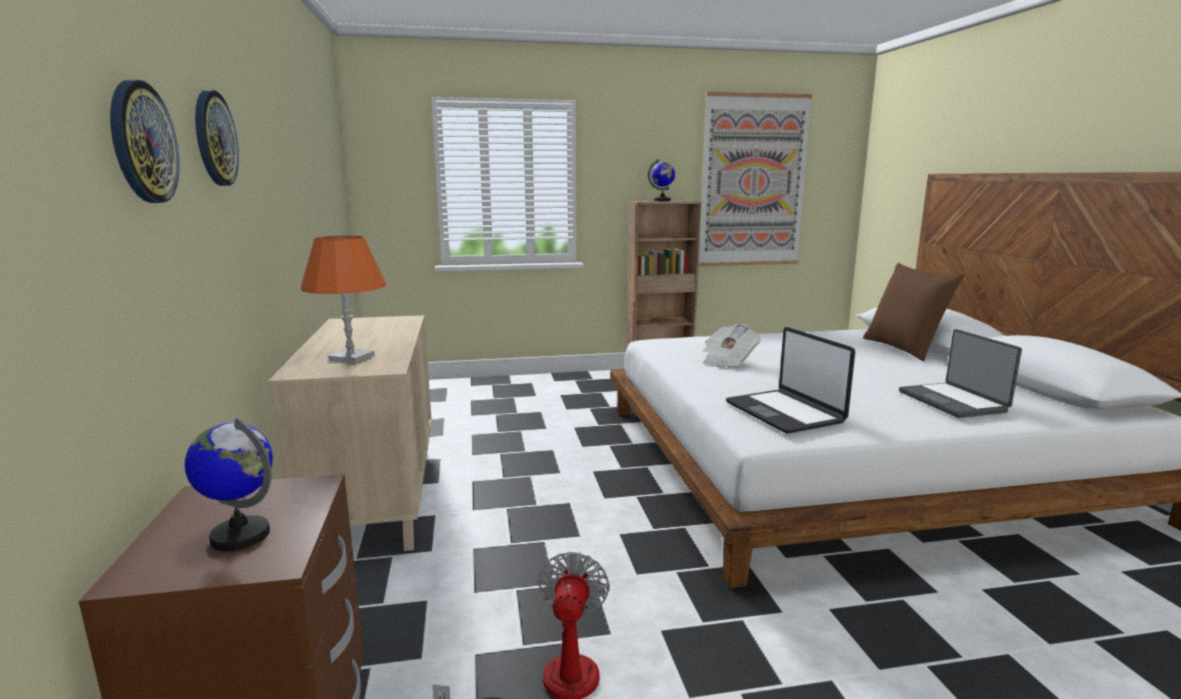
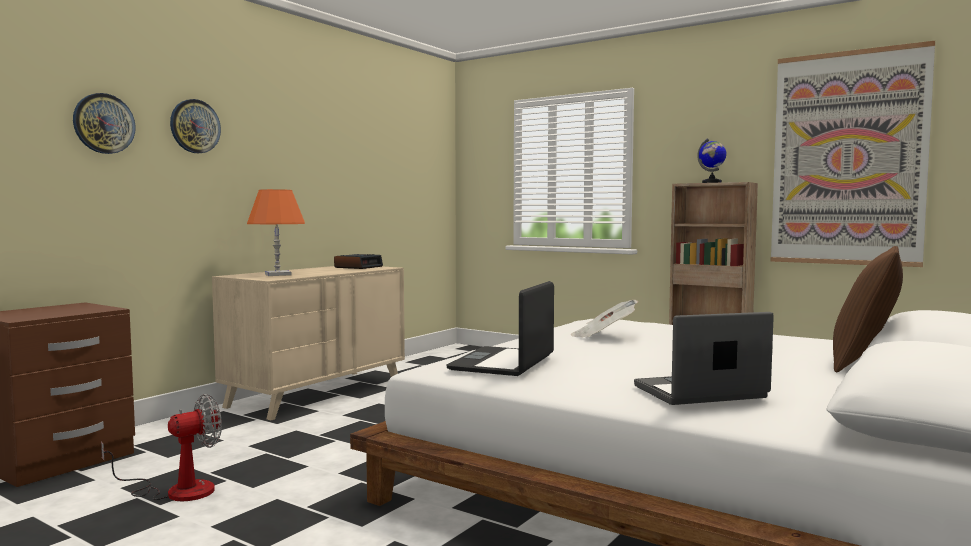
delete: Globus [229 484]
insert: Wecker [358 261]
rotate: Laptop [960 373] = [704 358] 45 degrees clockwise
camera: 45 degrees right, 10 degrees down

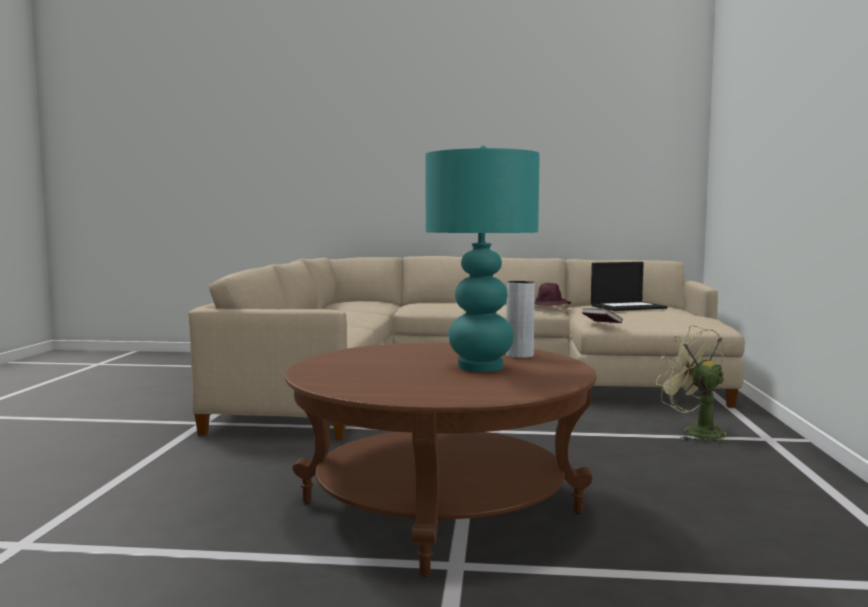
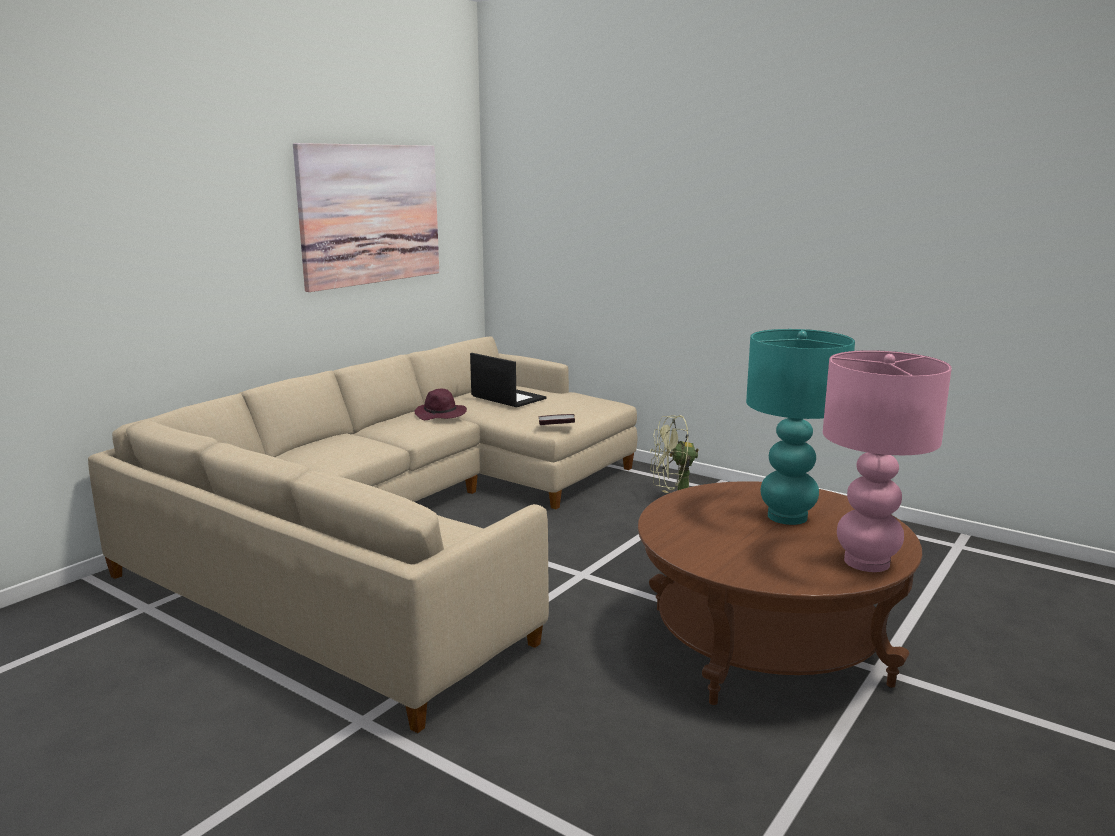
delete: Vase/grau [520 319]
insert: Bild [366 217]; Tischlampe/rosa [887 461]
rotate: Laptop [629 286] = [508 380] 60 degrees counterclockwise
camera: 60 degrees left, 10 degrees up

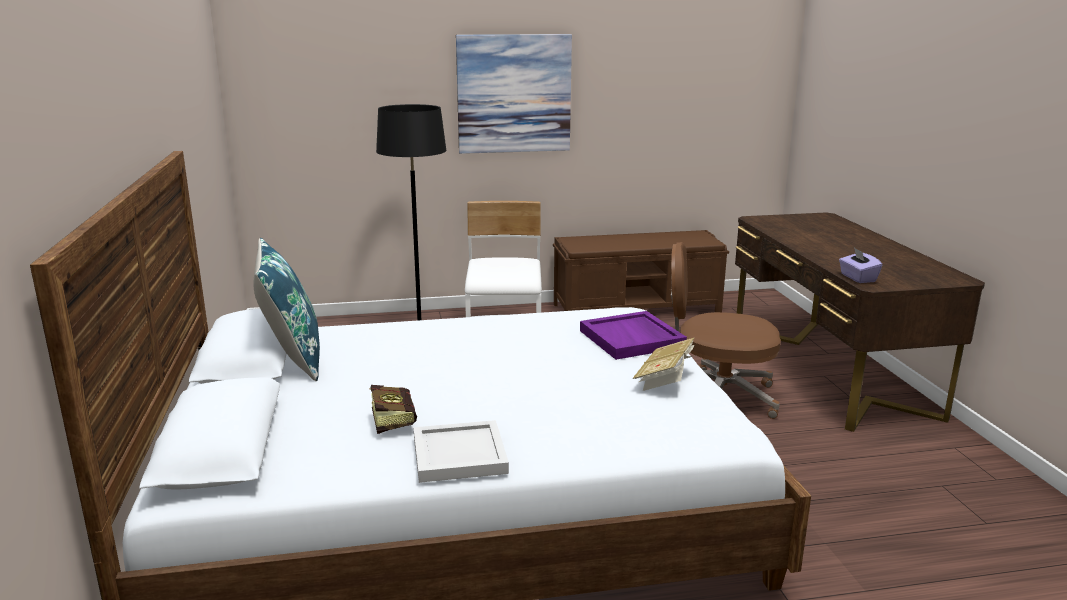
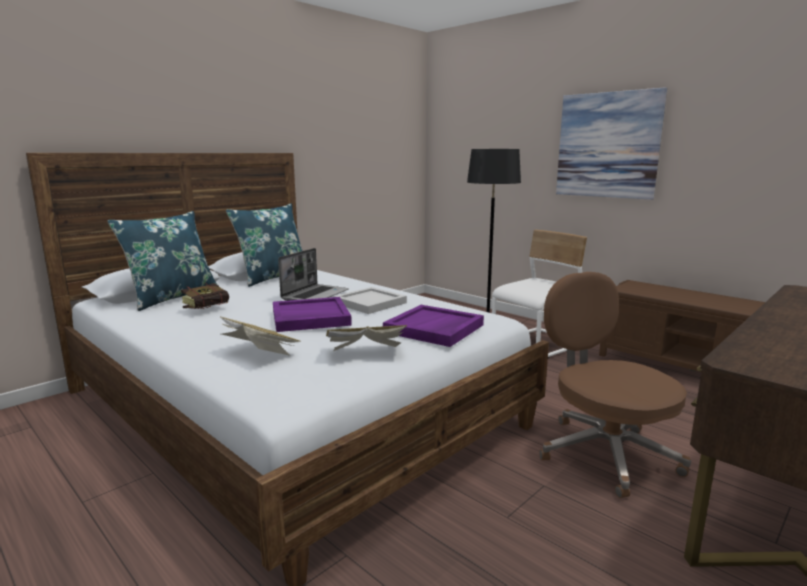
delete: Taschentuchbox/lila [860 265]
insert: Kissen/blau [162 261]; Buch [261 336]; Tablett/lila [312 314]; Laptop [313 274]
move: Tablett/weiß [461 451] to [370 300]
camera: 55 degrees right, 5 degrees down

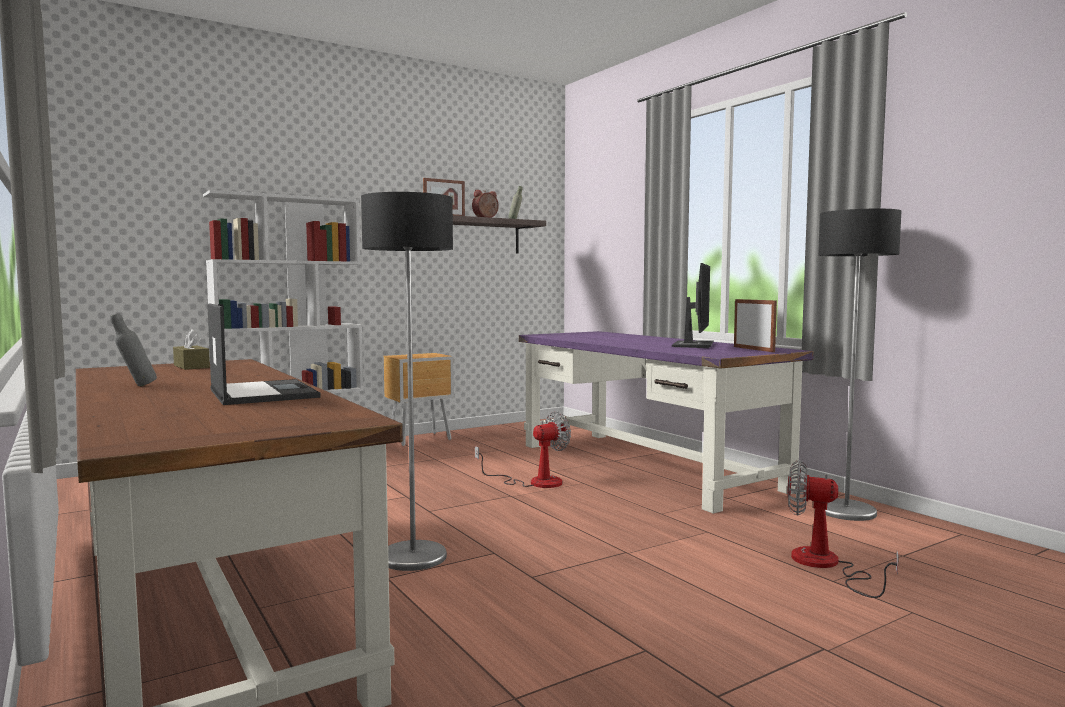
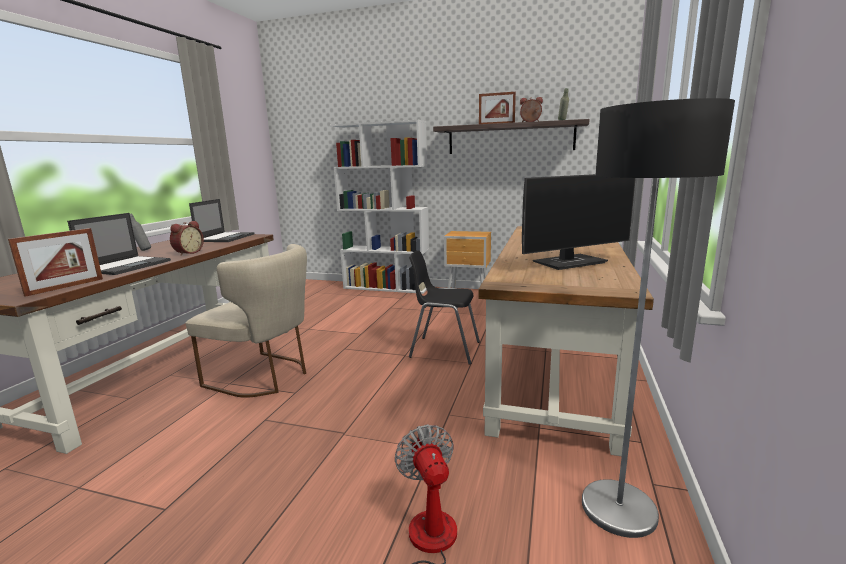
insert: Wecker [187 238]
move: Bilderrahmen [755 325] to [55 262]
replace: Stehlampe [407 381] to Stuhl/beige [246 321]; Taschentuchbox/braun [191 349] to Laptop [221 220]; Ventilator [523 449] to Stuhl/schwarz [444 307]
recolor: Schreibtisch/lila [666 422] to Schreibtisch/braun [566 341]
camera: 50 degrees right, 10 degrees up

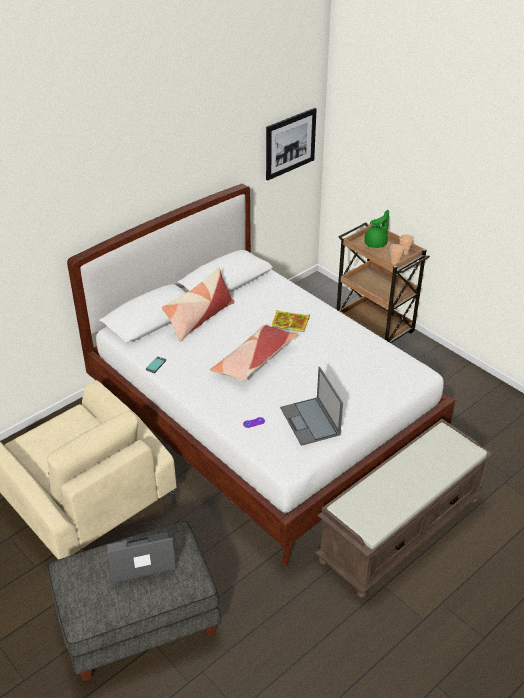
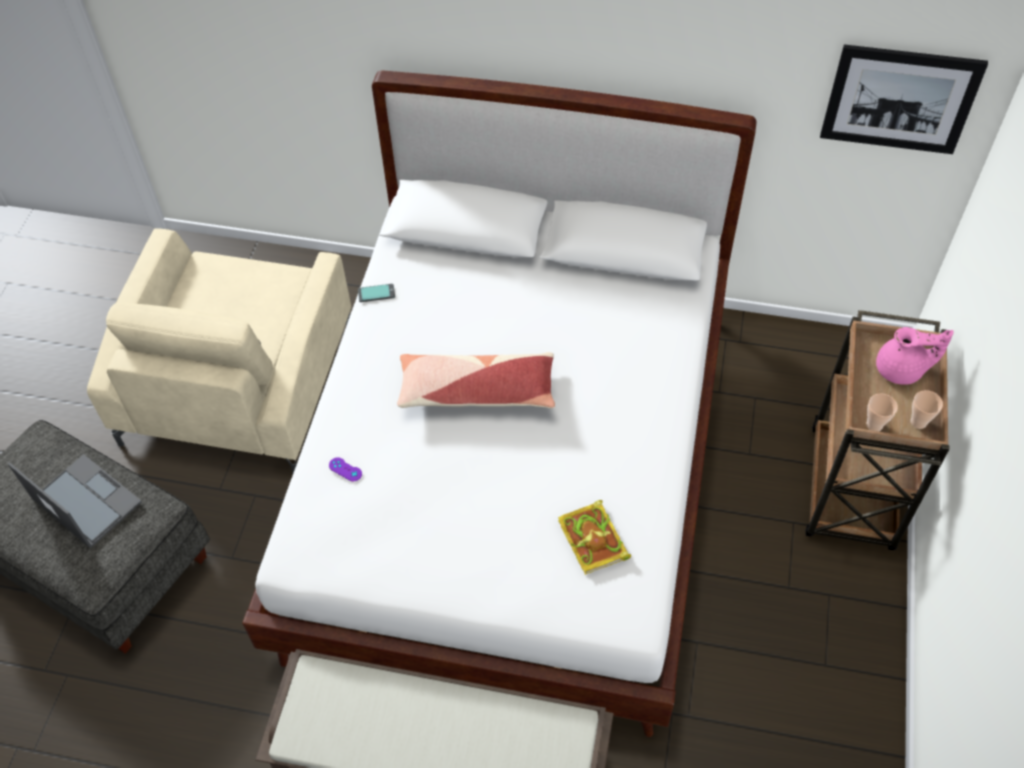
delete: Kissen [198 304]; Laptop [311 406]
move: Buch [291 321] to [594 537]
recolor: Teekanne/grün [376 229] to Teekanne/rosa [915 356]
camera: 55 degrees right, 15 degrees up

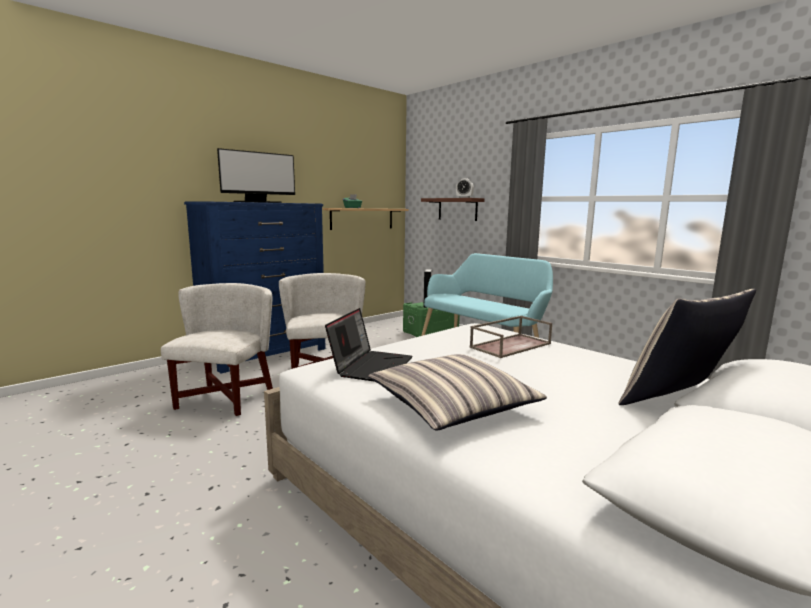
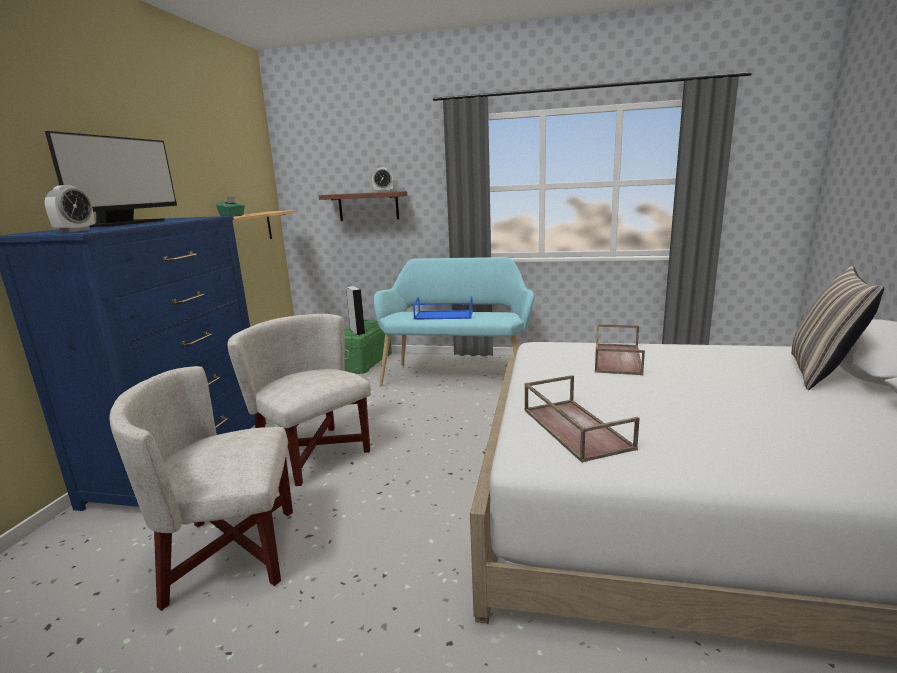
delete: Kissen [457 392]
insert: Wecker [70 209]; Tablett/blau [443 308]
replace: Laptop [369 345] to Tablett/braun [582 419]
rotate: Sessel/weiß [217 349] = [201 488] 75 degrees counterclockwise
camera: 35 degrees left, 5 degrees up

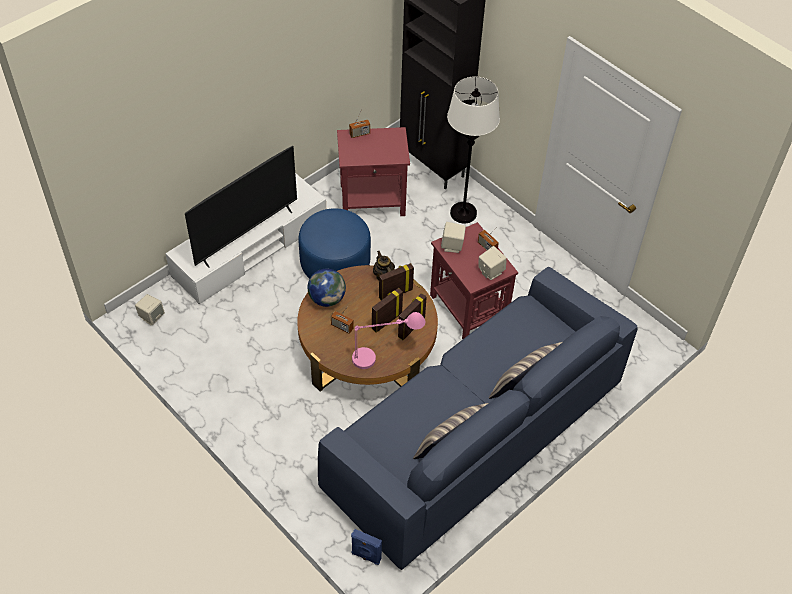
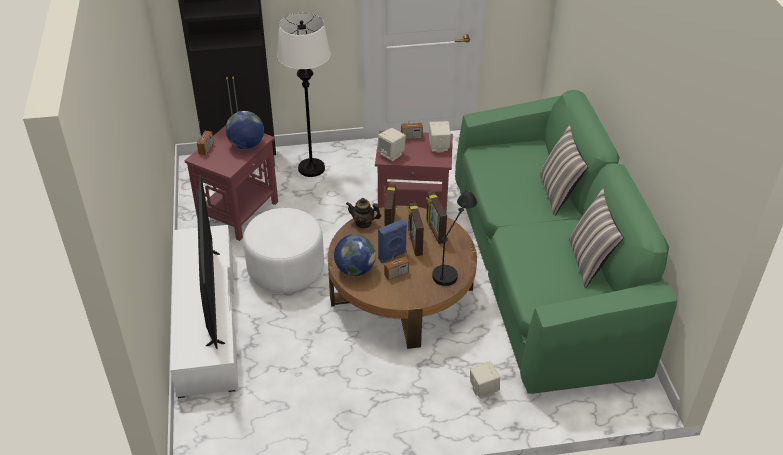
insert: Globus [244 130]
move: Lautsprecher/blau [366 547] to [392 241]; Lautsprecher/beige [150 310] to [485 380]
recolor: Polsterhocker/blau [334 243] to Polsterhocker/weiß [283 250]; Tischlampe/rosa [388 340] to Tischlampe/schwarz [454 238]; Sofa/blau [478 418] to Sofa/grün [566 242]
camera: 55 degrees left, 10 degrees down

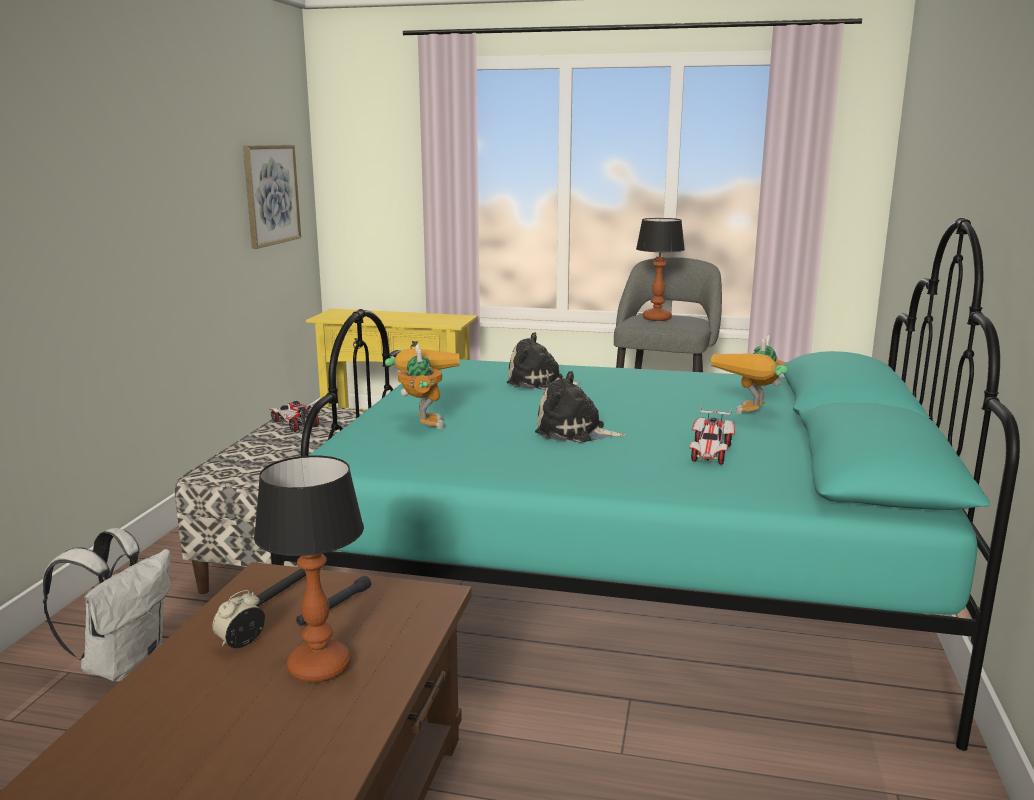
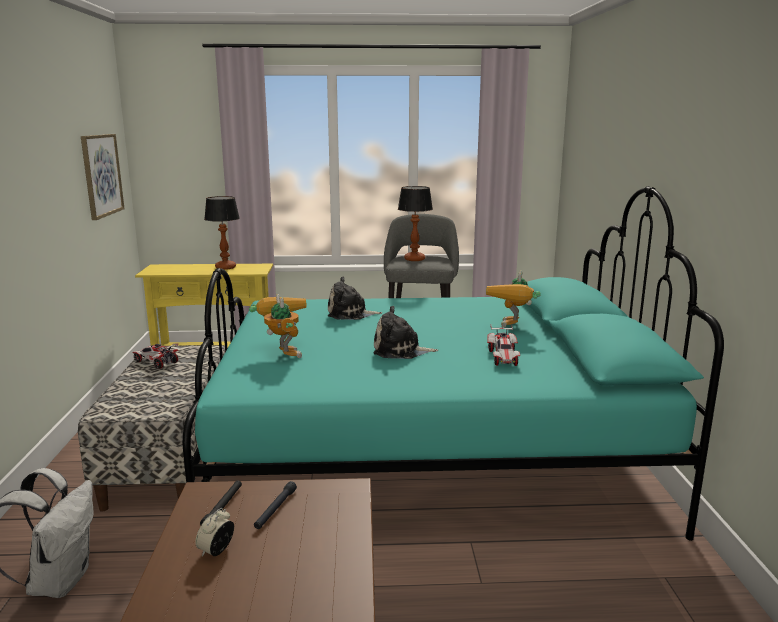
move: Tischlampe [309 569] to [222 233]
camera: 15 degrees left, 0 degrees up

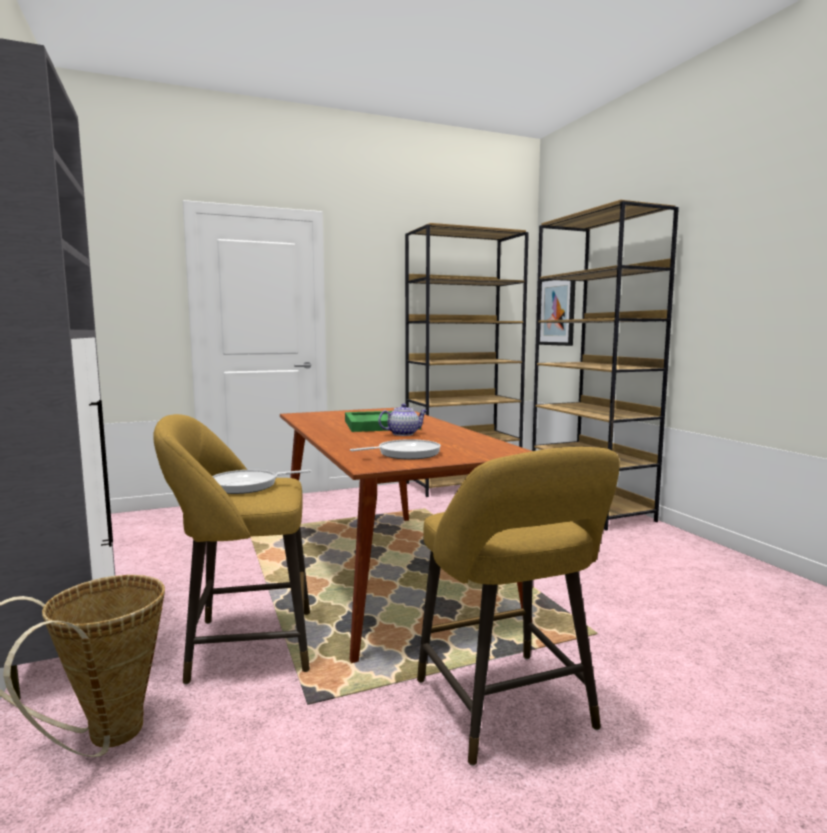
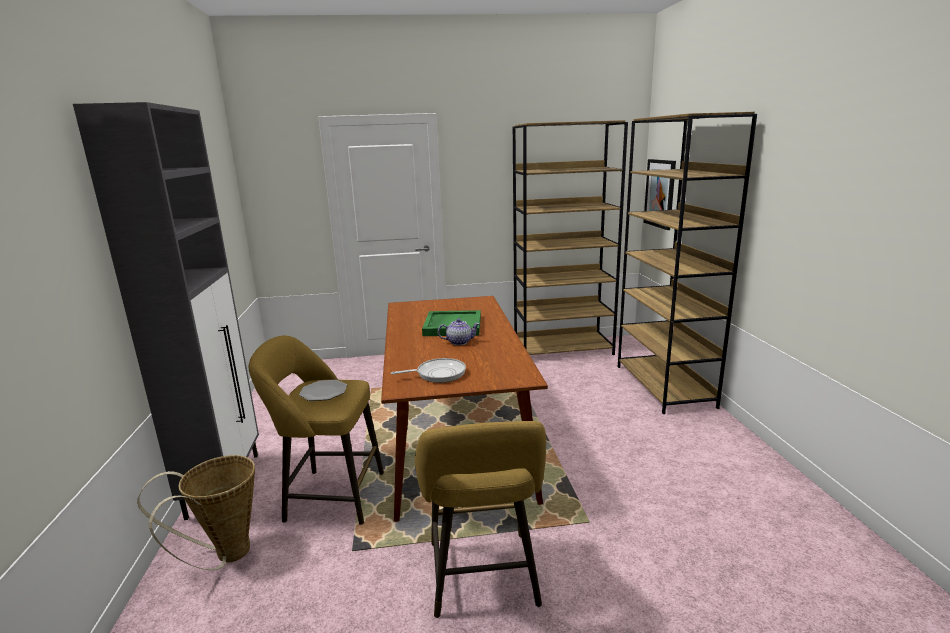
replace: Pfanne [261 482] to Teller [323 390]
camera: 15 degrees right, 10 degrees up

